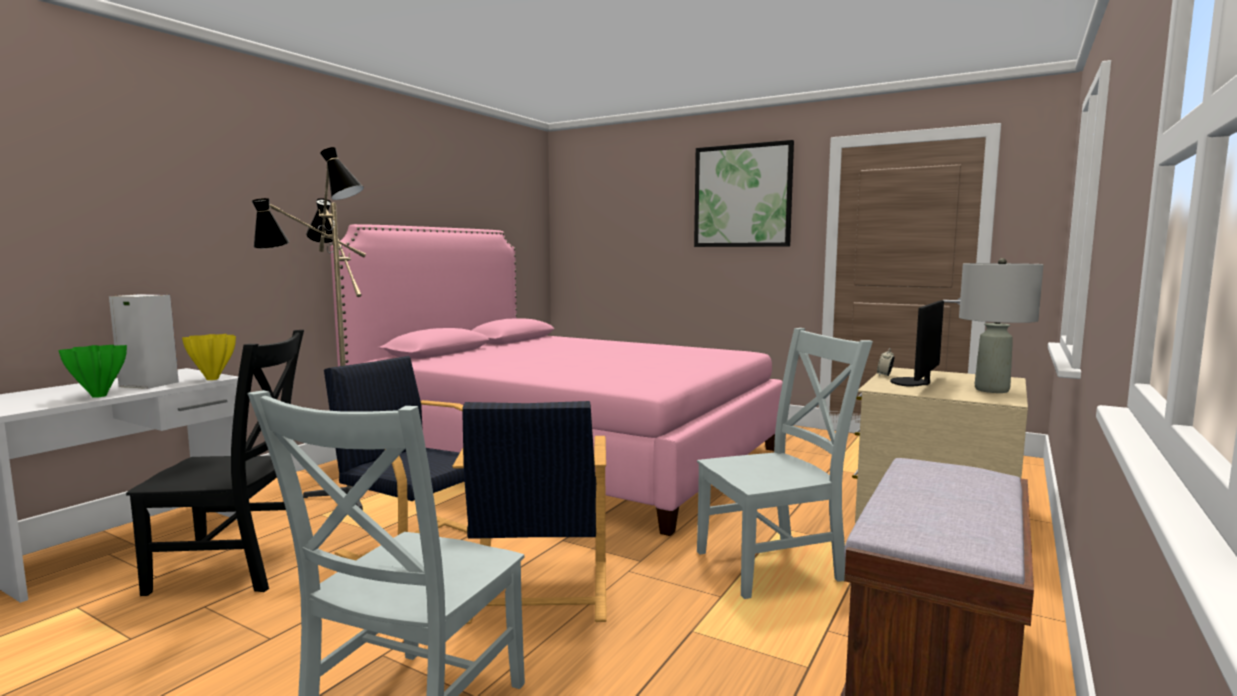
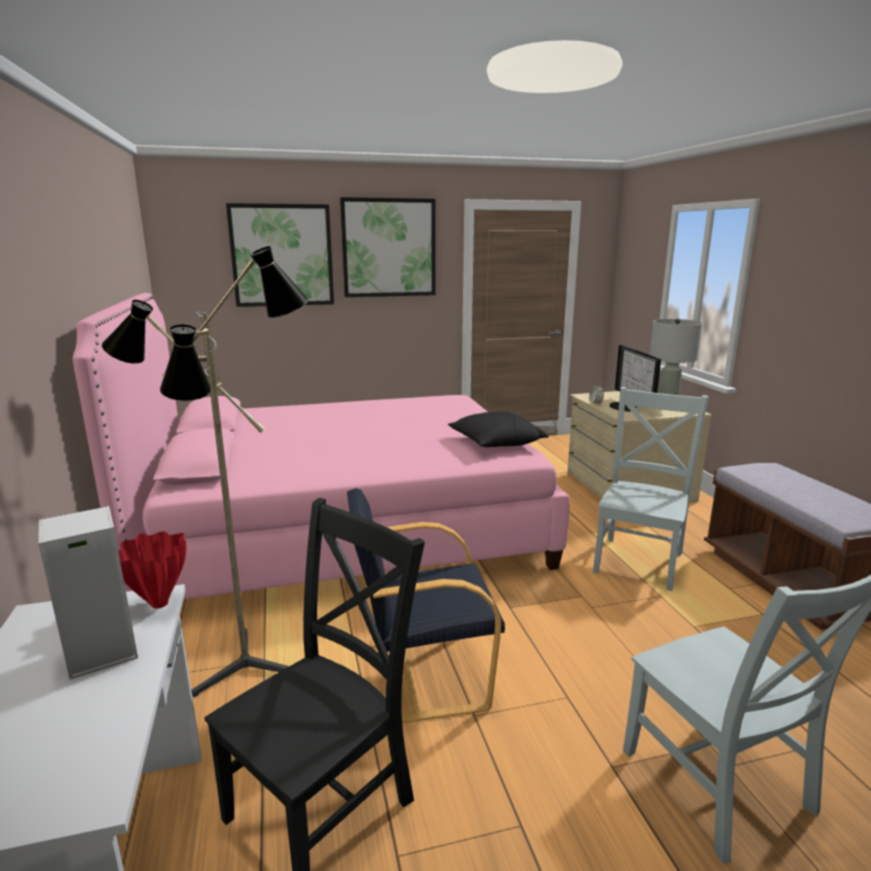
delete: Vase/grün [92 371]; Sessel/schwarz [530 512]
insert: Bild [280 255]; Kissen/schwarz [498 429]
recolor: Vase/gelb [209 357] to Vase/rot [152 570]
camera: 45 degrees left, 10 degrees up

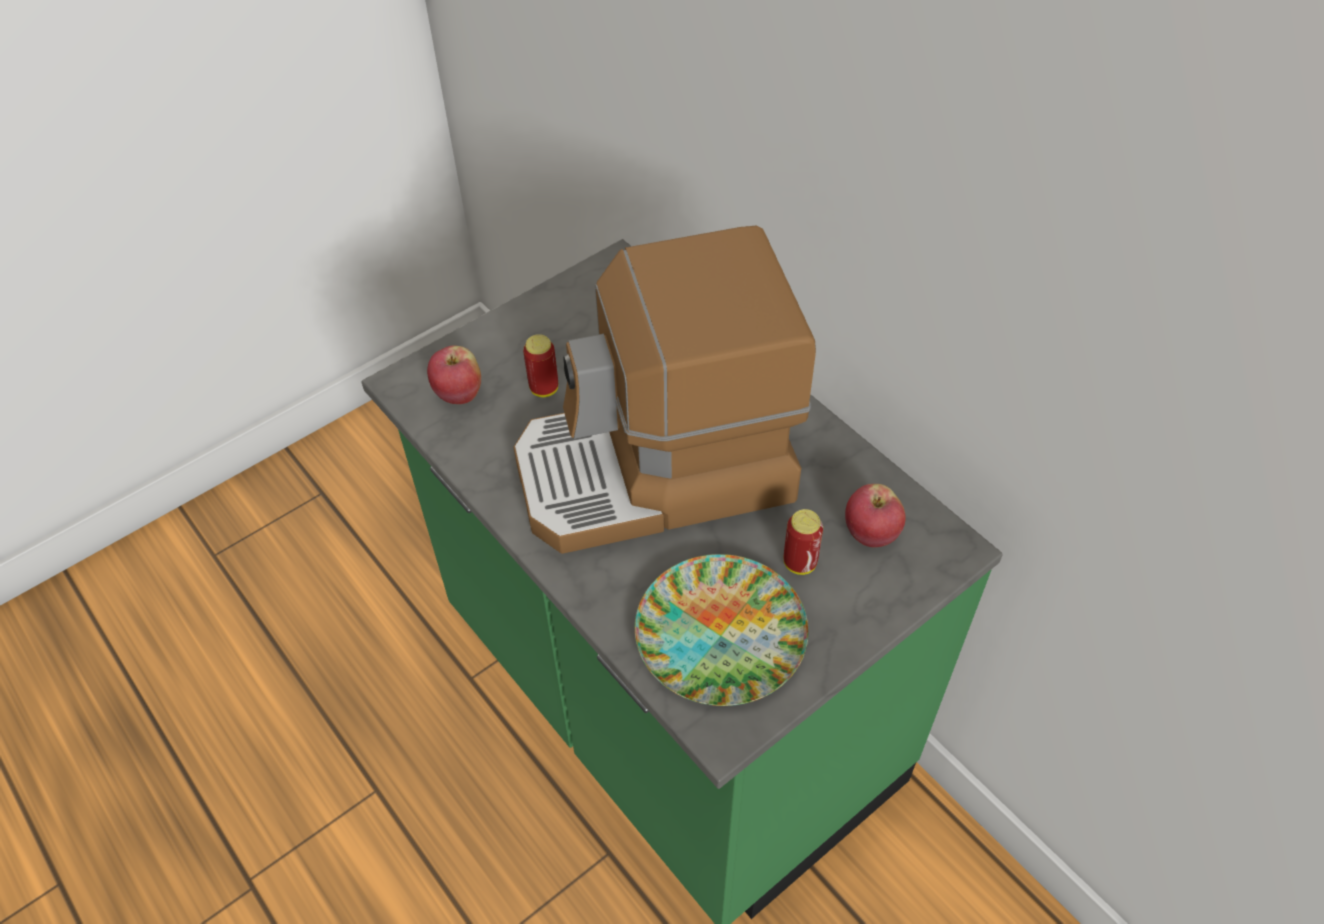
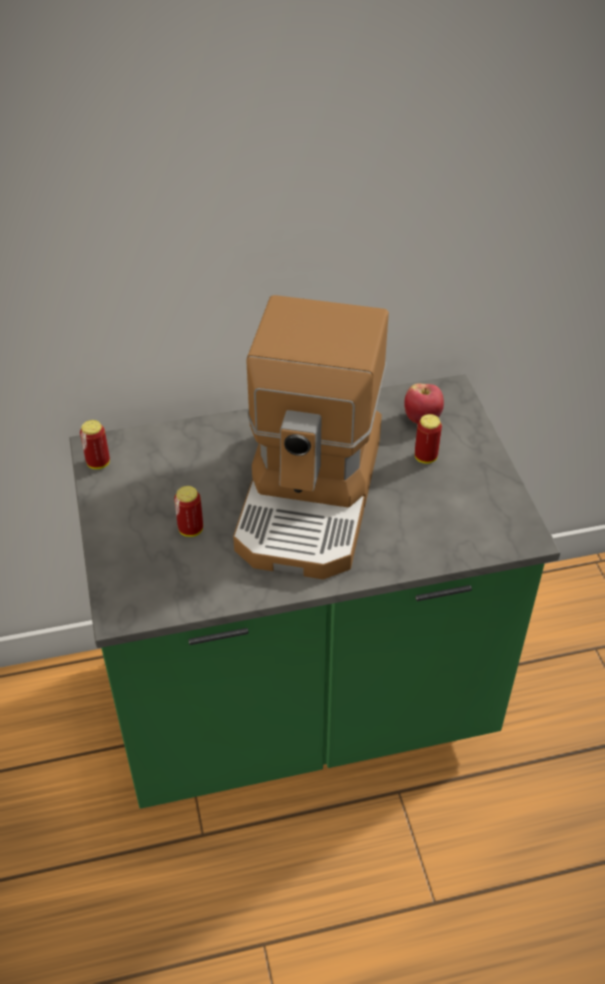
delete: Apfel [454 375]; Teller [721 630]
insert: Dose [95 444]
camera: 65 degrees left, 5 degrees down

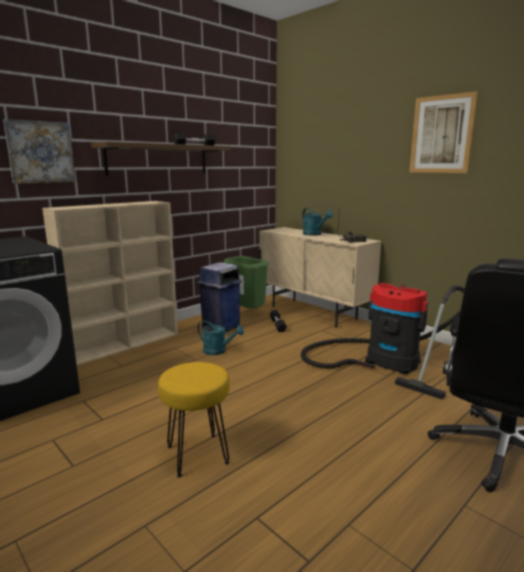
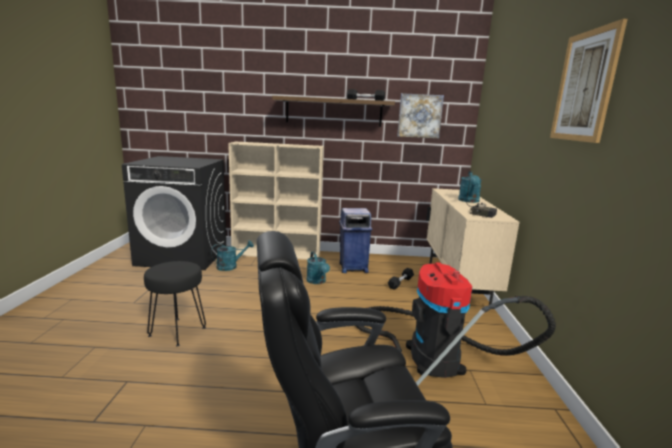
delete: Mülleimer/grün [246 282]
insert: Gießkanne/türkis [232 255]
move: Bild [39 151] to [420 115]
recolor: Hocker/gelb [194 420] to Hocker/schwarz [175 304]
camera: 45 degrees right, 0 degrees up

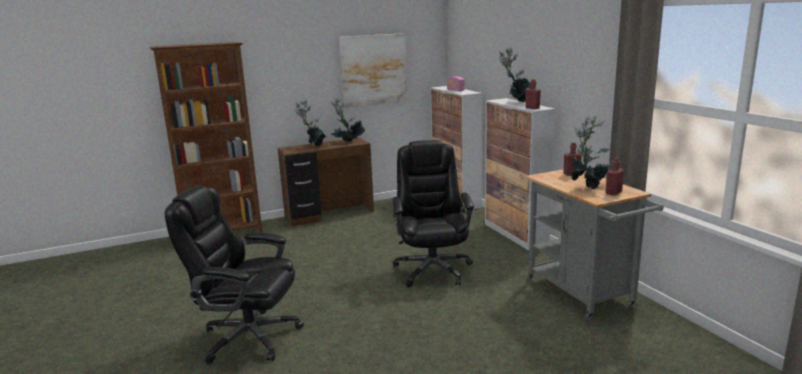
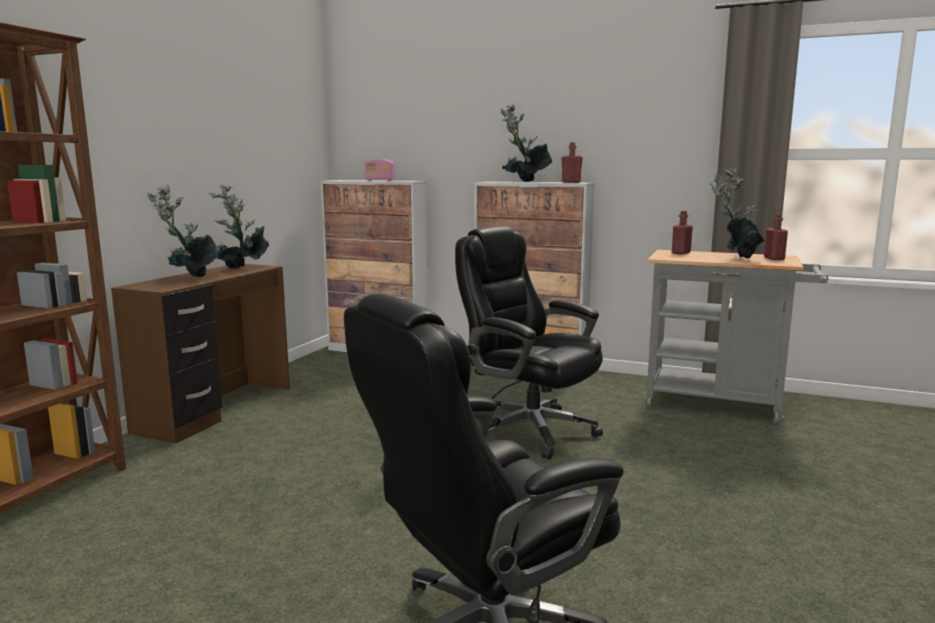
delete: Bild [373 70]
camera: 45 degrees left, 5 degrees down

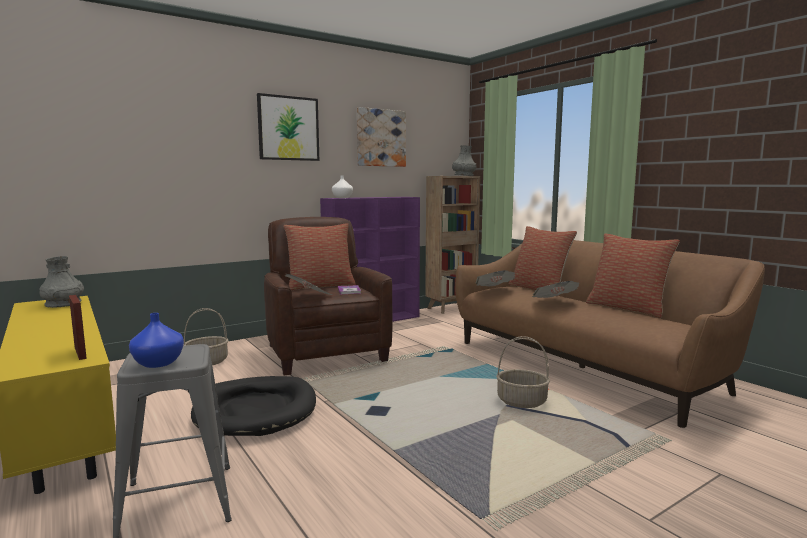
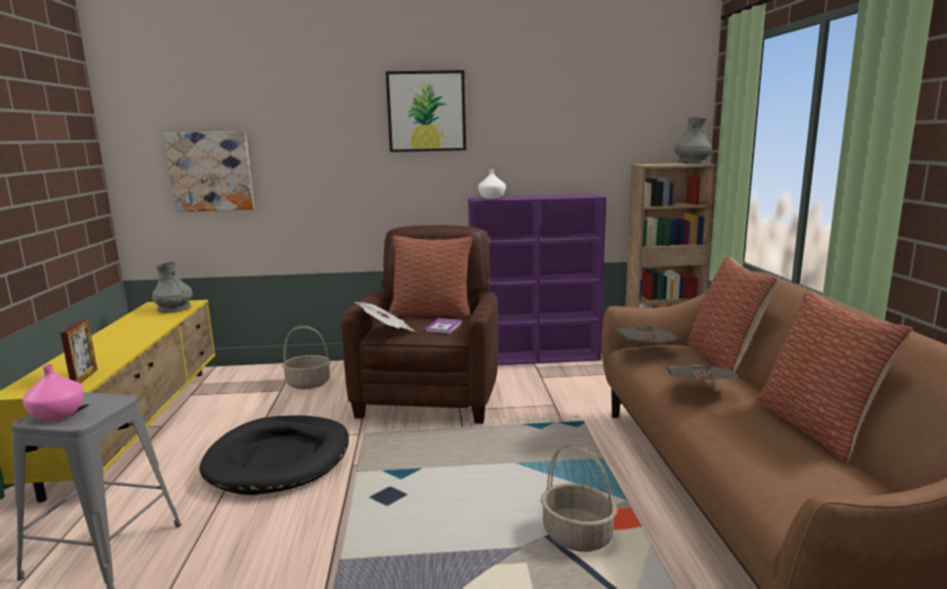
move: Bild [381 137] to [209 171]
recolor: Vase/blau [156 340] to Vase/rosa [53 392]
camera: 30 degrees right, 5 degrees up

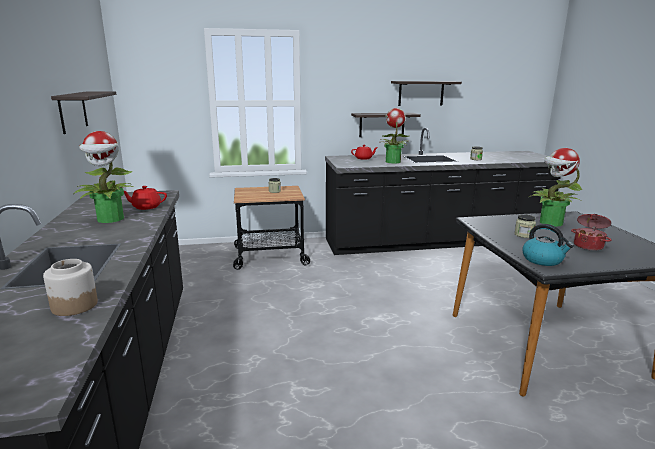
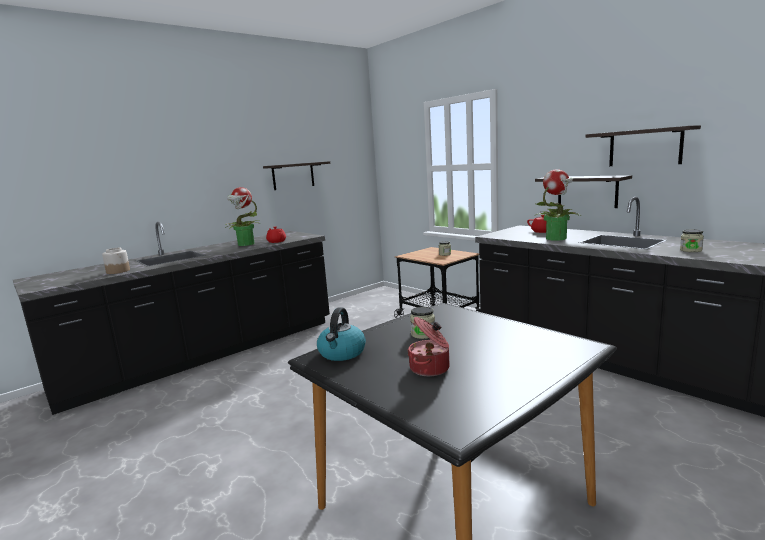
delete: Topfpflanze [555 187]
camera: 60 degrees right, 5 degrees down

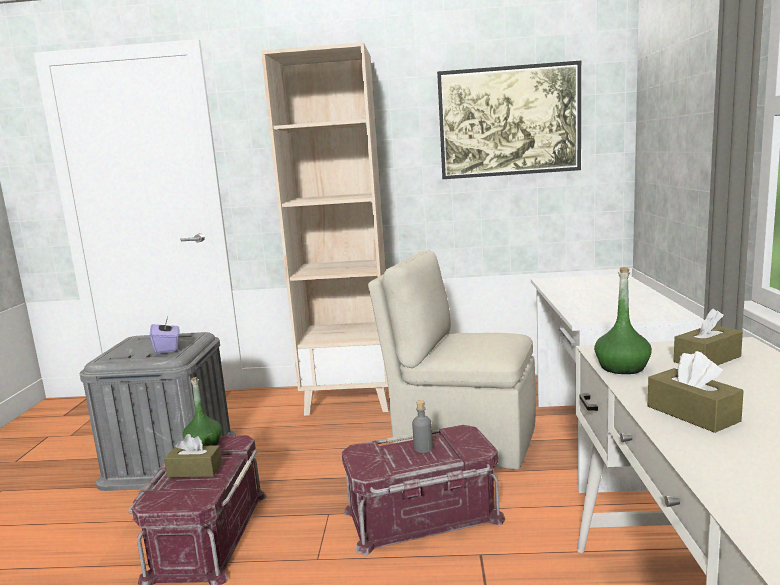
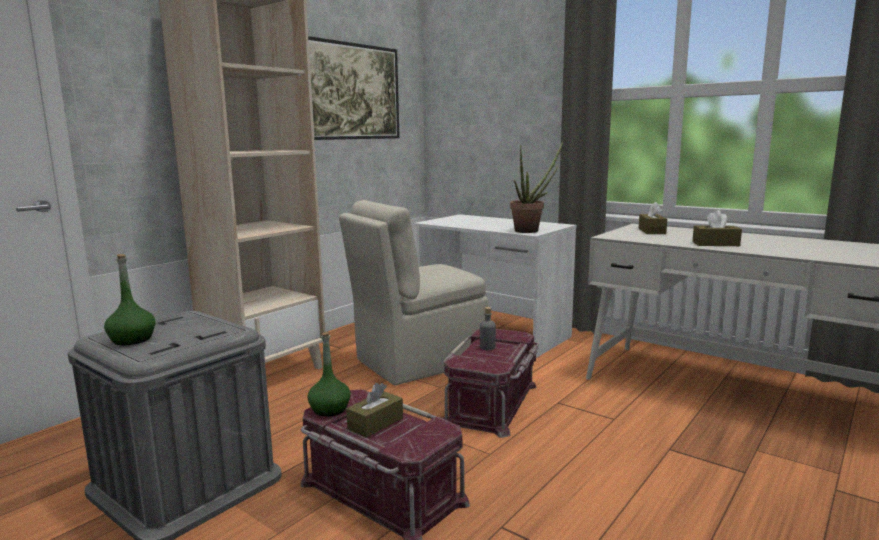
delete: Taschentuchbox/lila [165 335]
insert: Topfpflanze [536 187]
move: Flasche/grün [623 320] to [130 299]
camera: 55 degrees left, 0 degrees up

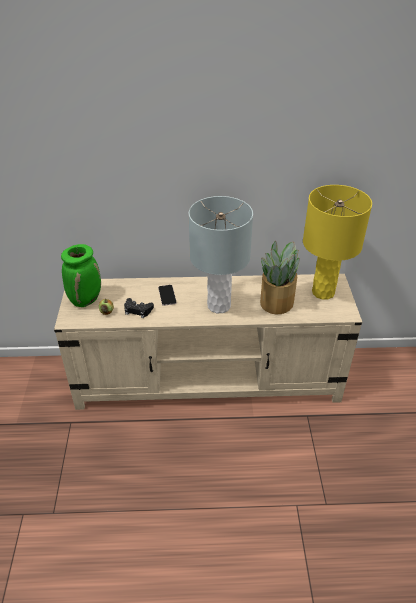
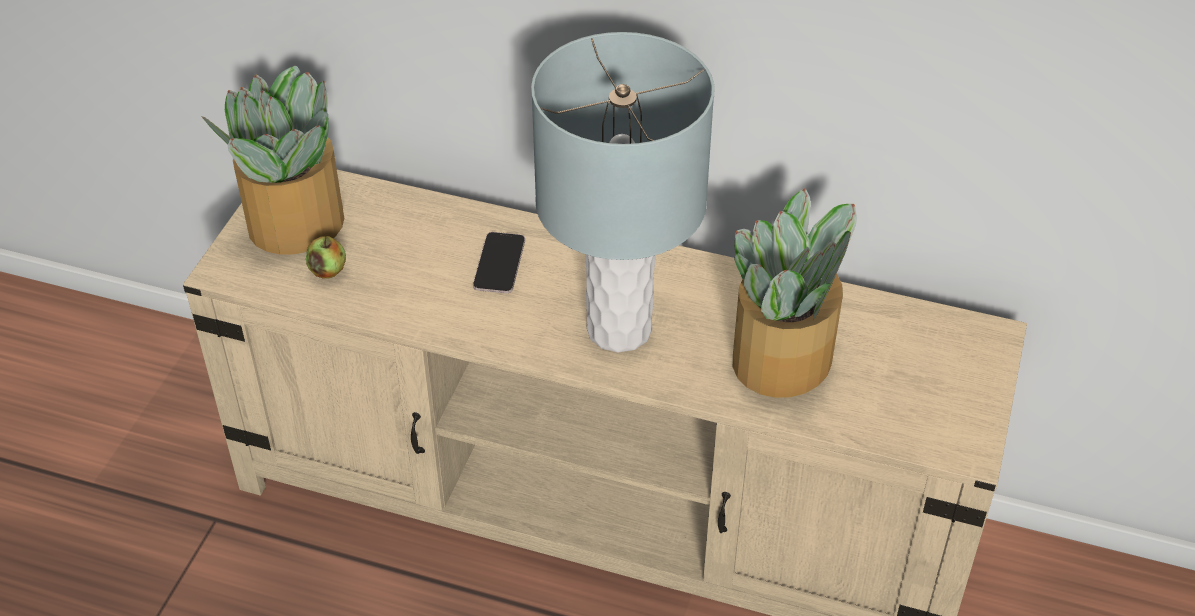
delete: Gamepad/schwarz [139 308]; Tischlampe/gelb [337 242]
replace: Vase/grün [81 275] to Topfpflanze [272 160]
camera: 20 degrees right, 5 degrees up

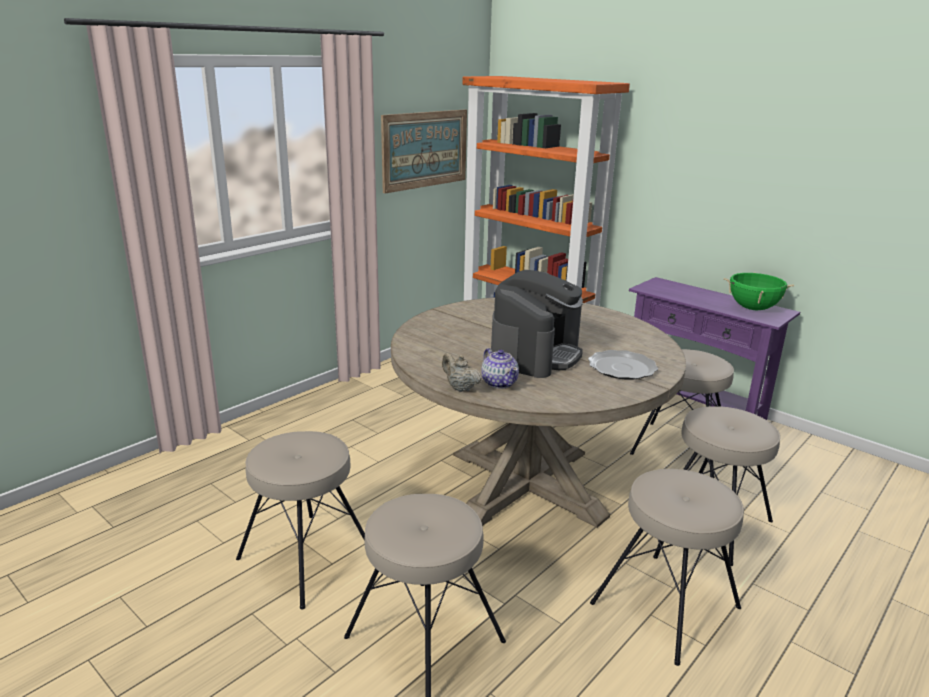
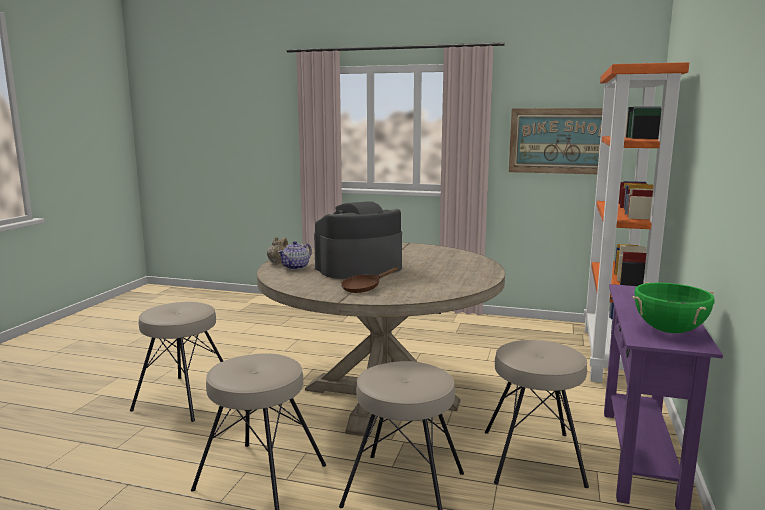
delete: Hocker/beige [300 520]
replace: Teller [623 365] to Pfanne/braun [370 280]
rotate: Kaffeemaschine [537 324] = [358 240] 150 degrees clockwise
camera: 65 degrees right, 10 degrees down

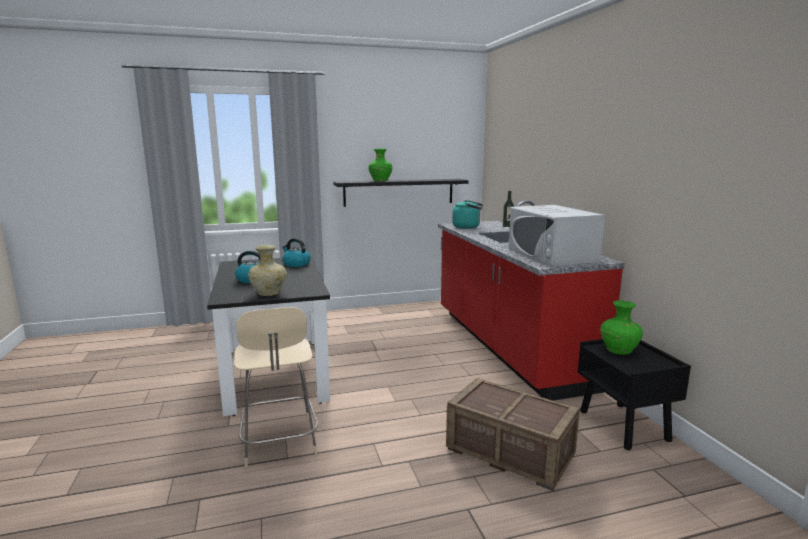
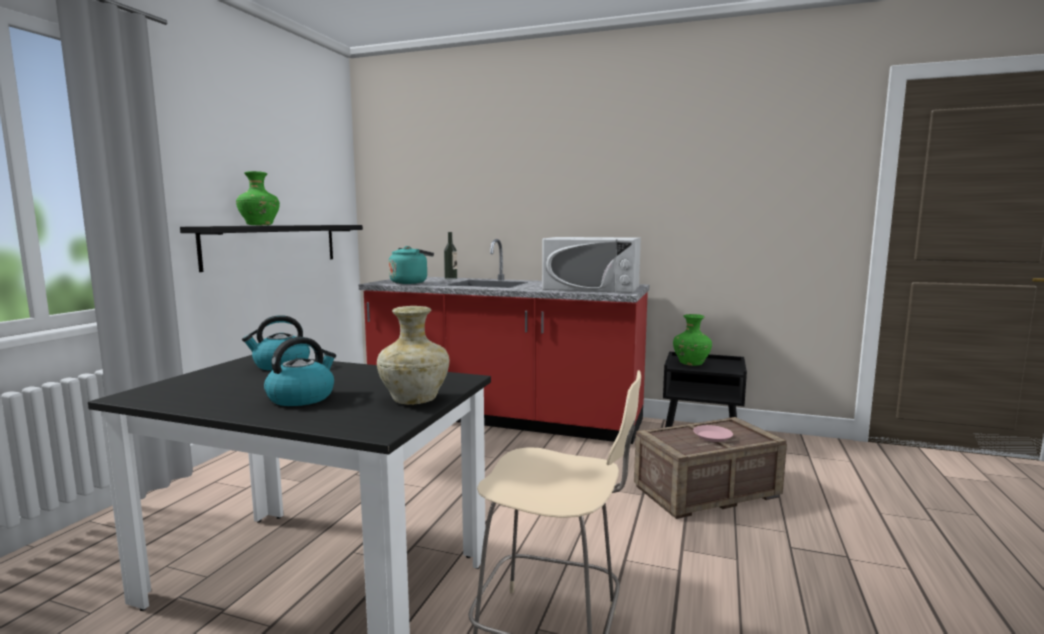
insert: Teller/rosa [713 433]
camera: 55 degrees left, 5 degrees down

